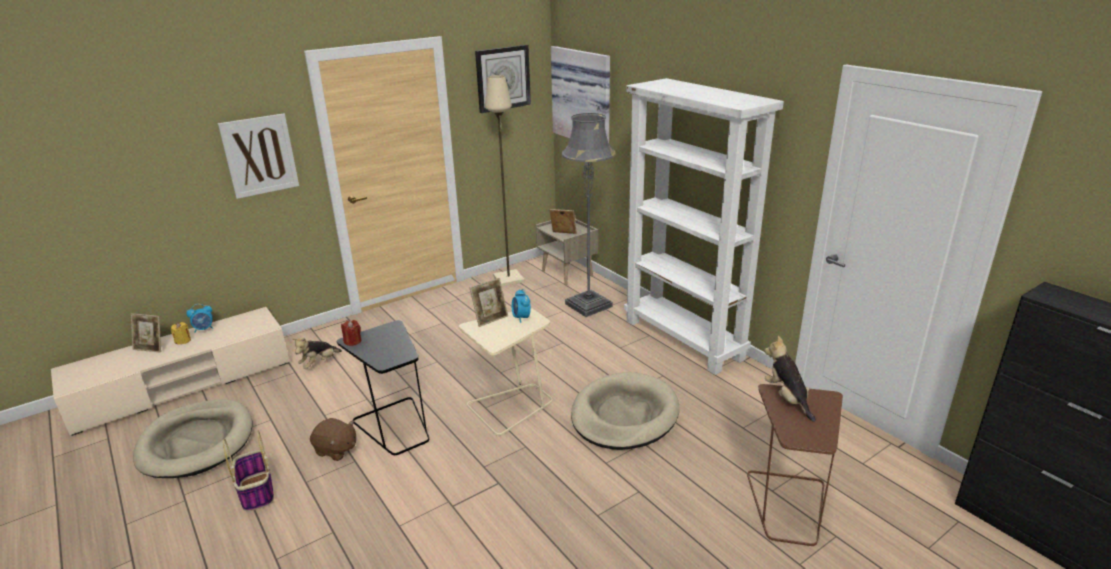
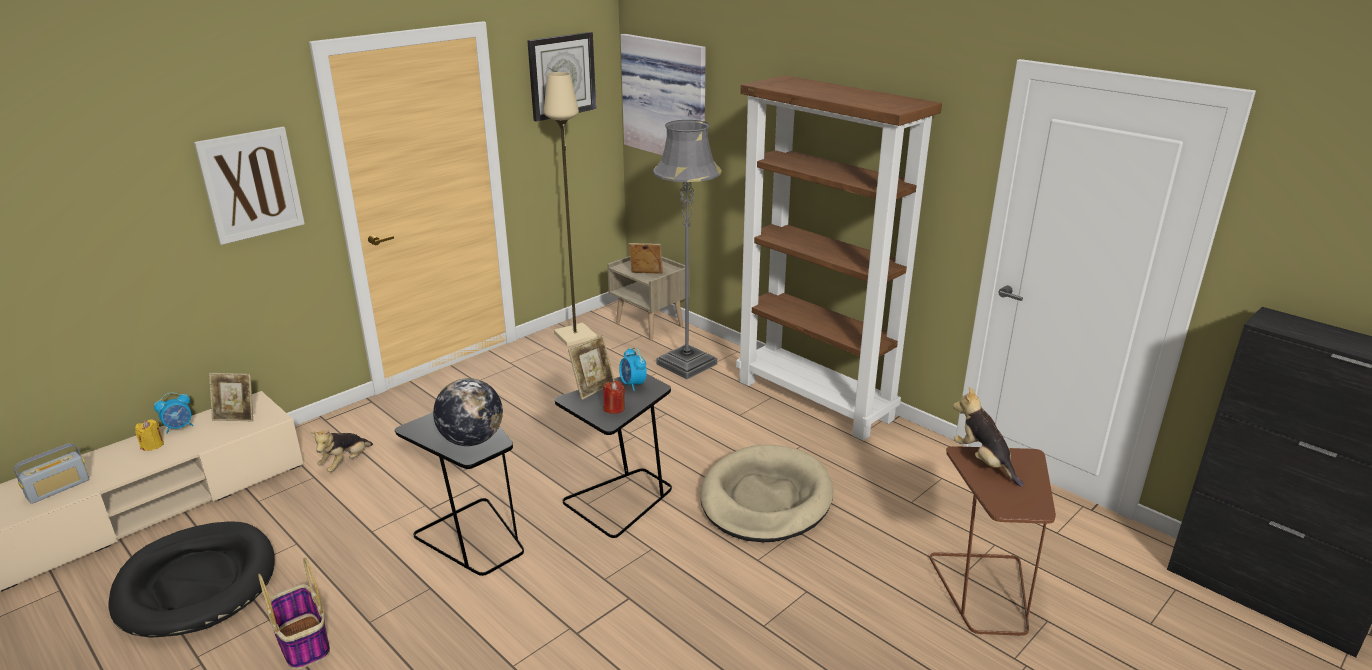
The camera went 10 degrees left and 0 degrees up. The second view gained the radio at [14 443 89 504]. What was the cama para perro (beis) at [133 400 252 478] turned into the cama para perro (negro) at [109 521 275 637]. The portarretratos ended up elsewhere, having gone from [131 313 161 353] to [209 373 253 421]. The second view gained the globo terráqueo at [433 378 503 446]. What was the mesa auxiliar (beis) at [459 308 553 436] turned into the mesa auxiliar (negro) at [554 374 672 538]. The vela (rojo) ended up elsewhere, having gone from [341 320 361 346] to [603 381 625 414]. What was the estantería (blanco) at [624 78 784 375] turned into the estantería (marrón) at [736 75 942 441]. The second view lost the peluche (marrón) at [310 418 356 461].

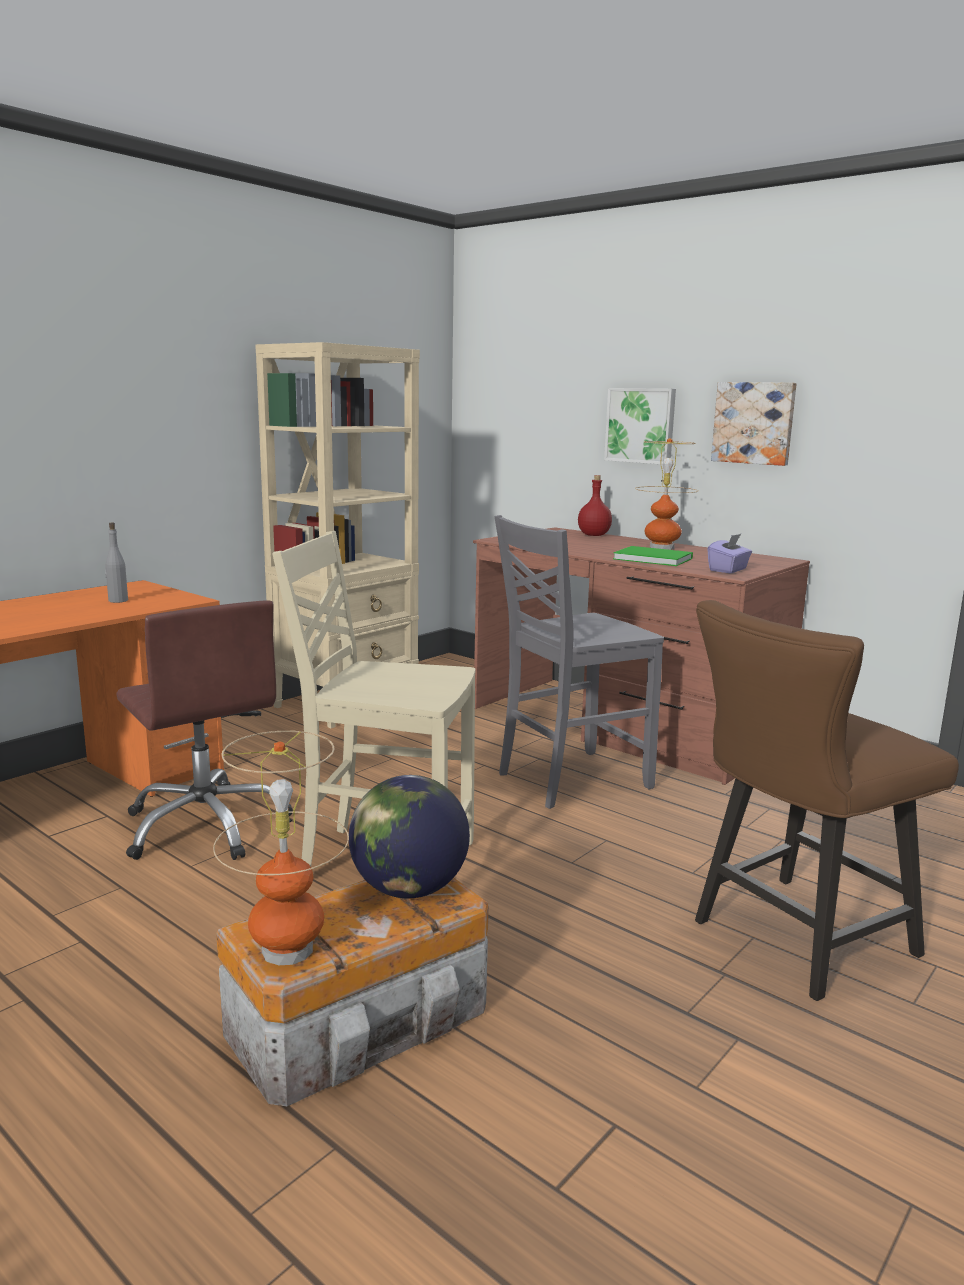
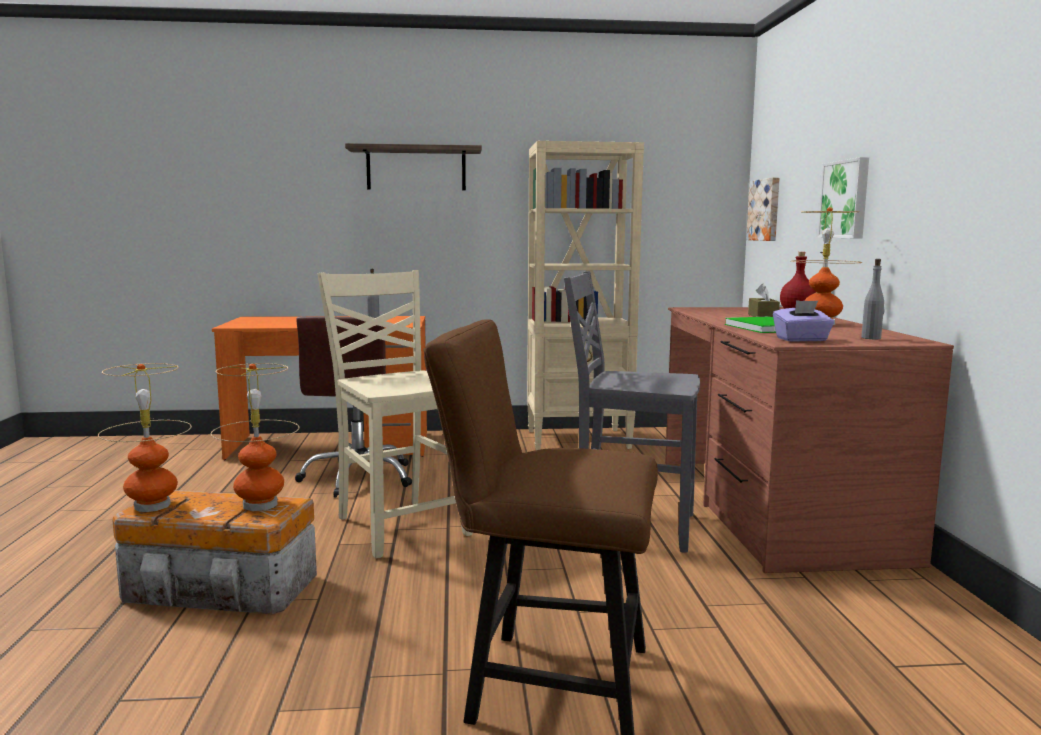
The camera went 45 degrees right and 5 degrees down. Where the globo terráqueo stood at [349 775 470 898], the lámpara de mesa came to stand at [211 363 299 511]. The second view gained the estante at [345 143 482 190]. The cuadro ended up elsewhere, having gone from [711 382 797 466] to [746 177 780 241]. The second view gained the caja de pañuelos (marrón) at [748 283 780 317]. The second view gained the botella (gris) at [861 259 884 339].

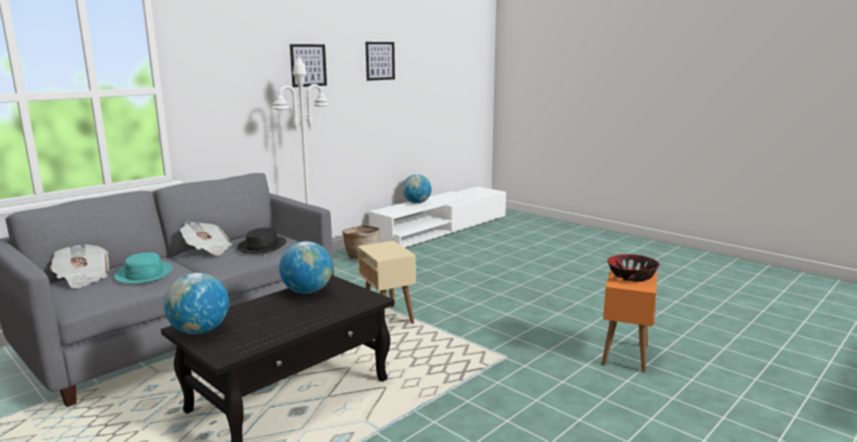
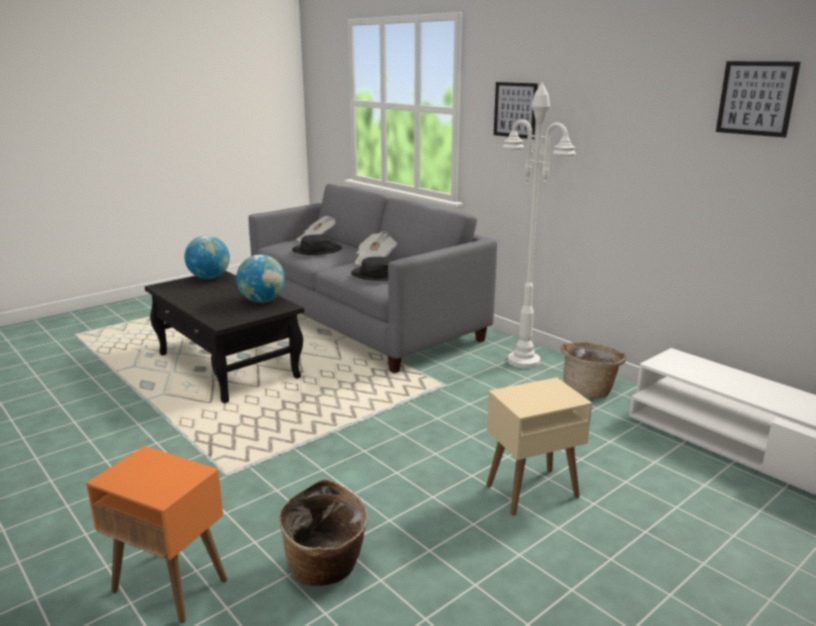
The camera went 95 degrees right and 5 degrees up. The second view gained the cesta at [279 479 368 586]. What was the sombrero (turquesa) at [115 252 172 284] turned into the sombrero (negro) at [292 234 342 255]. The mesa auxiliar (beis) ended up elsewhere, having gone from [358 241 416 324] to [486 378 592 515]. The cuadro ended up elsewhere, having gone from [290 44 327 87] to [494 82 538 139]. The second view lost the globo terráqueo at [402 174 431 204]. The second view lost the cuenco at [607 254 659 282].

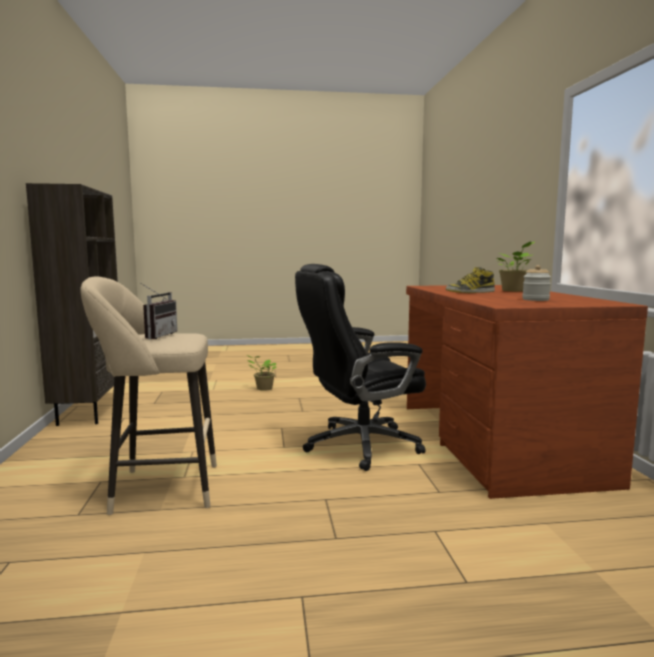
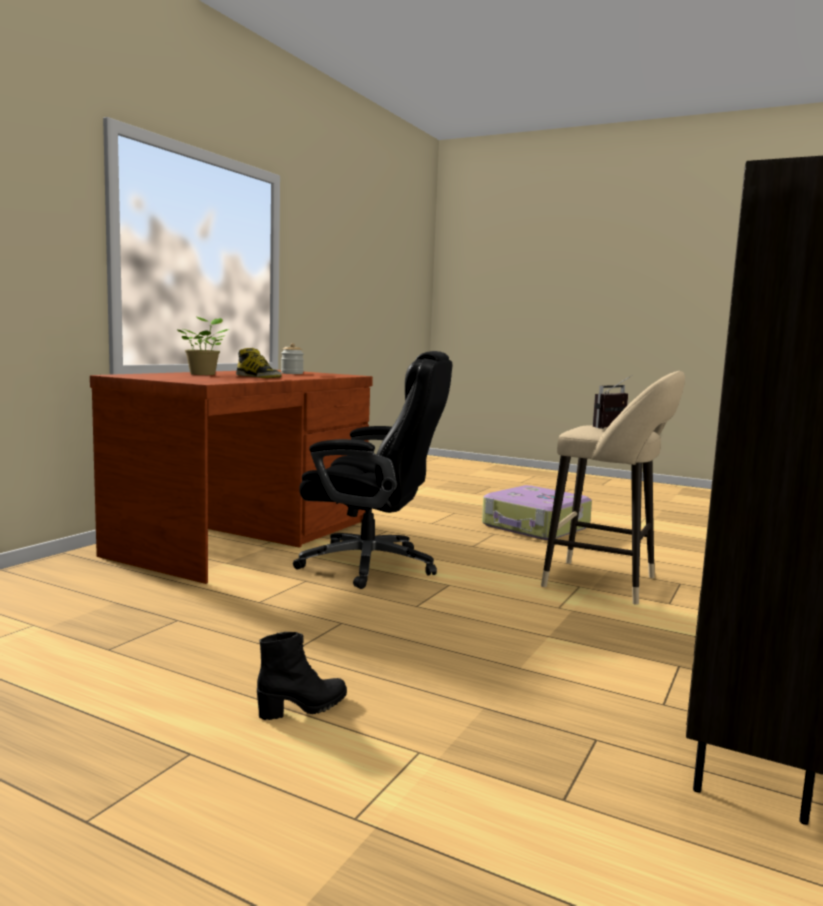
The camera went 145 degrees left and 0 degrees up. Where the planta en maceta stood at [246 355 277 391], the bota (negro) came to stand at [257 632 347 720]. The second view gained the maleta at [482 485 592 540].

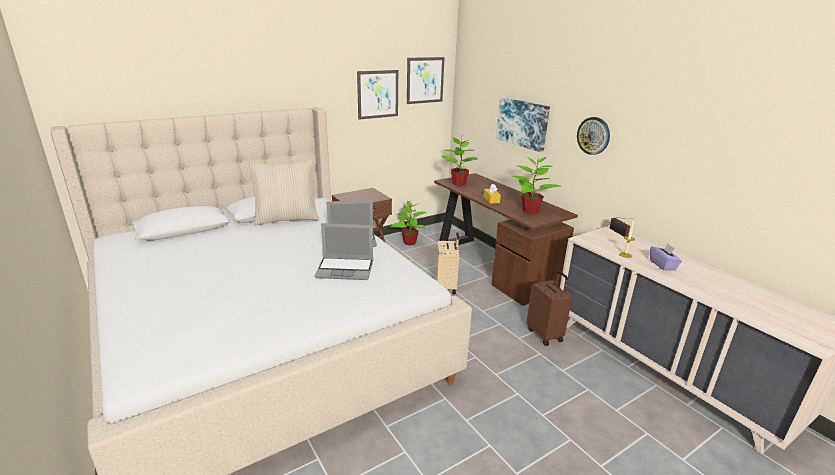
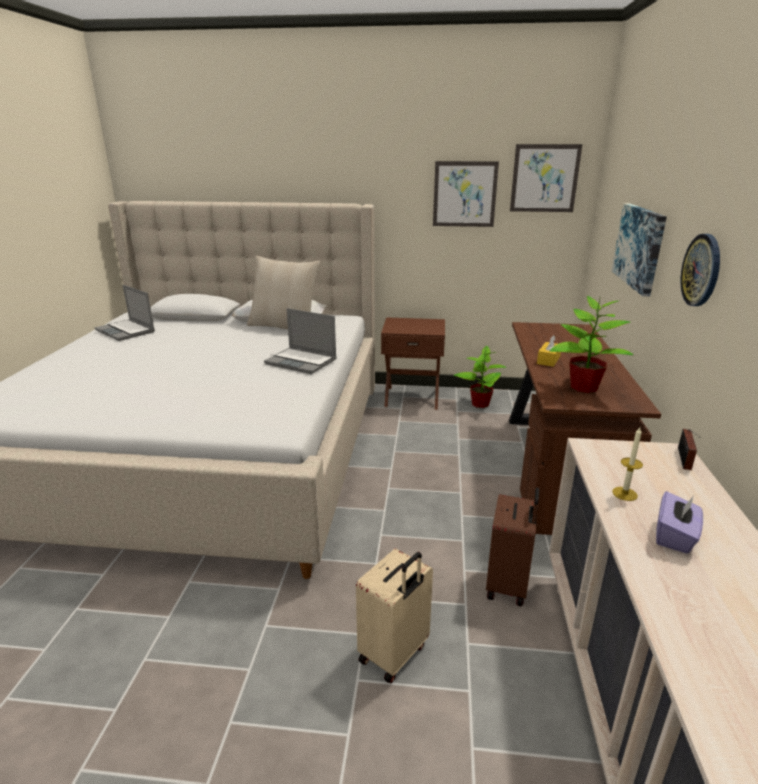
The camera went 40 degrees right and 0 degrees up. The portátil ended up elsewhere, having gone from [315 223 373 280] to [94 285 155 341]. The maleta (beis) ended up elsewhere, having gone from [436 232 459 294] to [356 548 433 683]. The second view lost the planta en maceta at [442 138 479 186].

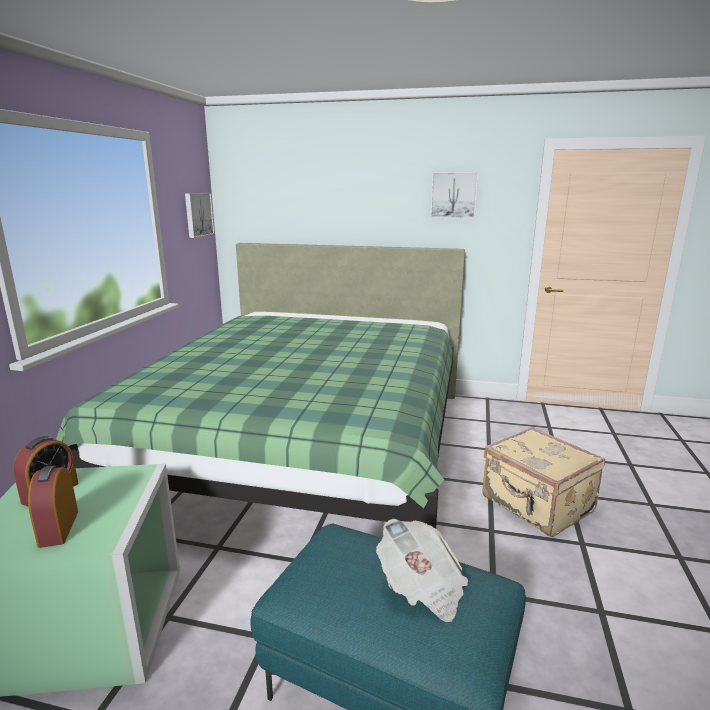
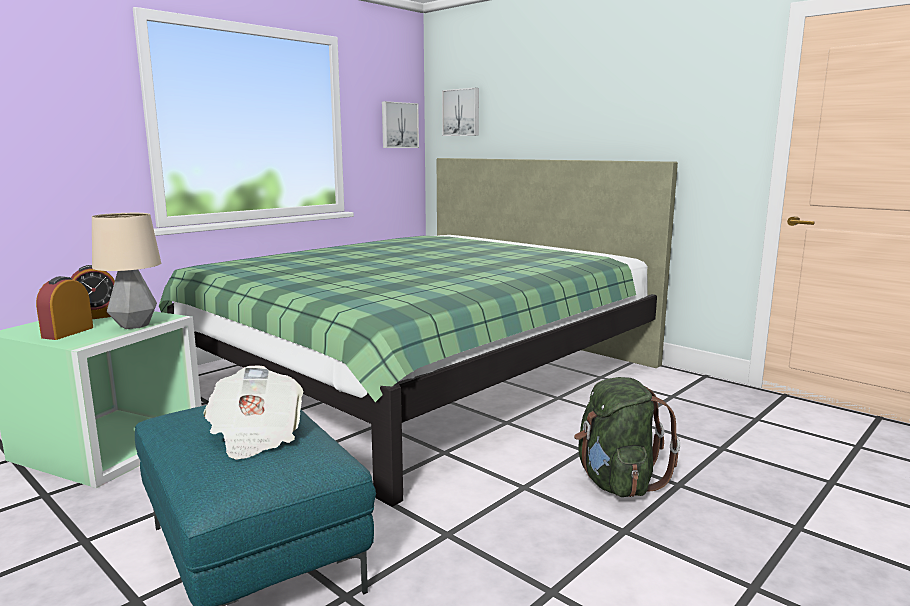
The camera went 30 degrees right and 5 degrees down. The second view gained the lámpara de mesa at [92 213 161 329]. The cuadro ended up elsewhere, having gone from [430 172 478 219] to [442 88 479 136]. Where the maleta (beis) stood at [482 427 605 537], the mochila (verde) came to stand at [574 377 680 497].

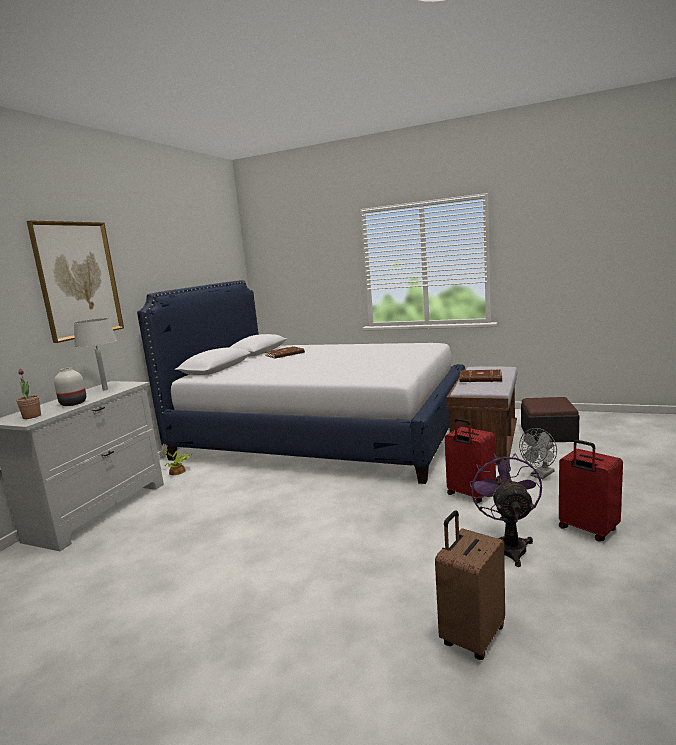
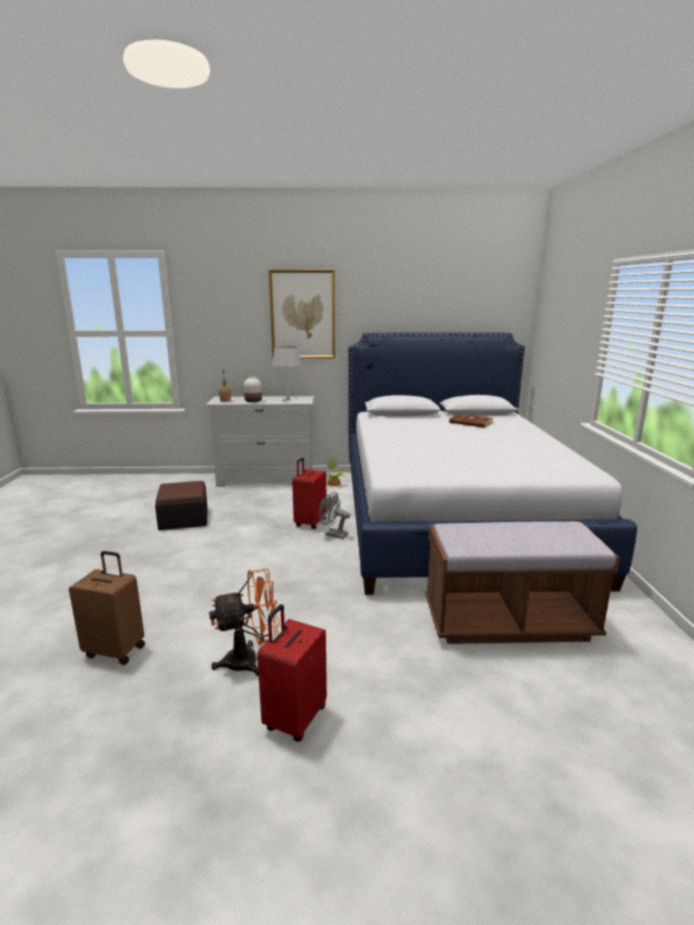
The camera went 65 degrees right and 5 degrees up. The puf ended up elsewhere, having gone from [521 397 579 443] to [155 481 208 530]. What was the ventilador (morado) at [469 453 542 567] turned into the ventilador (naranja) at [209 569 280 676]. The maleta (rojo) ended up elsewhere, having gone from [445 418 496 503] to [292 458 327 529]. The ventilador (gris) ended up elsewhere, having gone from [519 428 557 479] to [318 492 350 539]. The second view lost the libro (marrón) at [459 369 502 382].

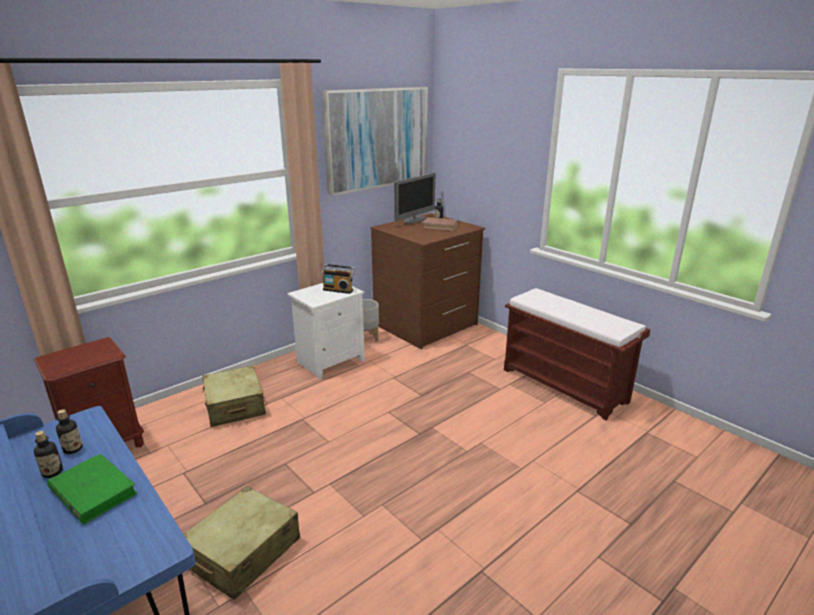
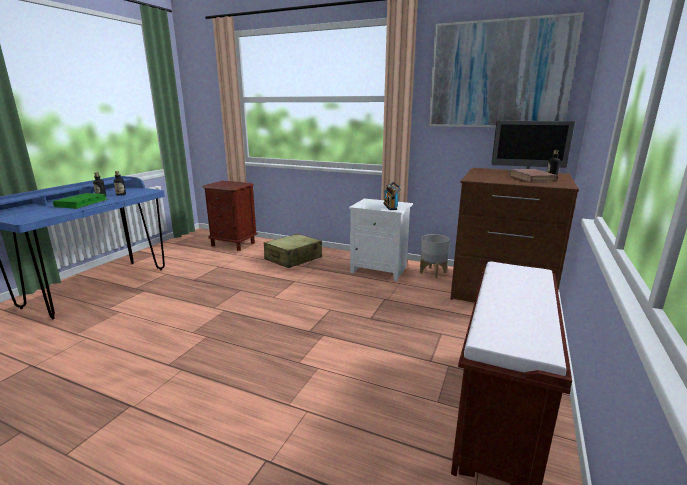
The camera went 65 degrees right and 5 degrees down. The second view lost the maleta (beis) at [183 486 300 600].

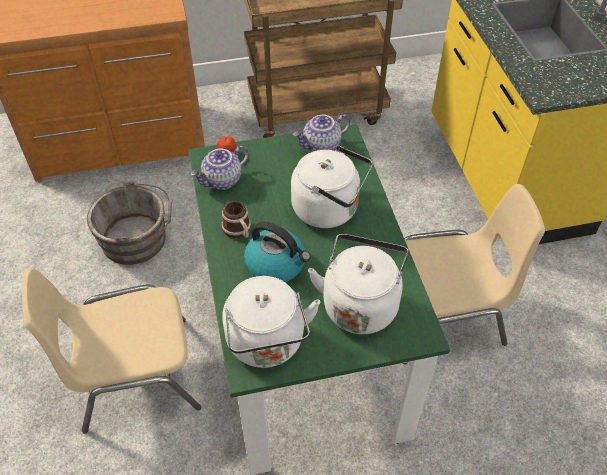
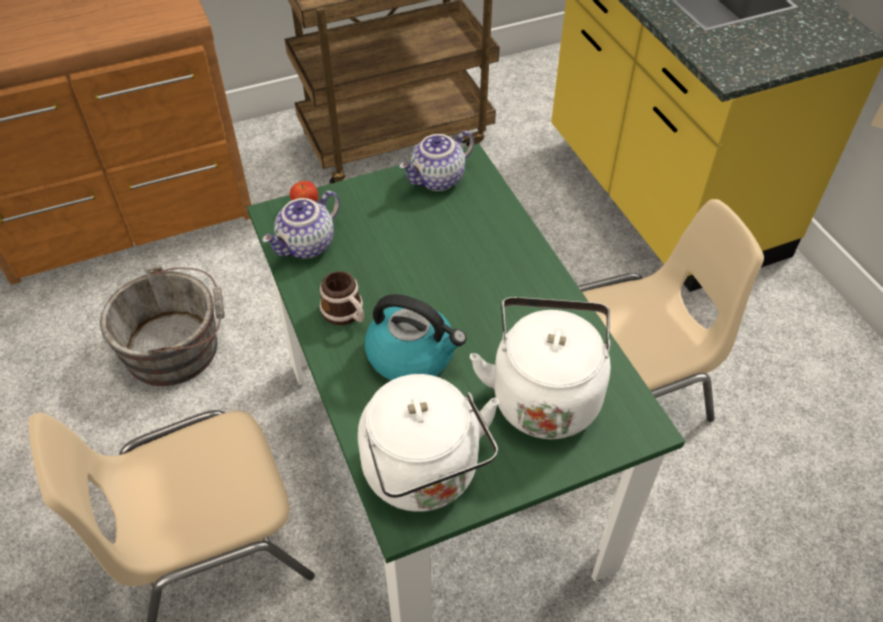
The camera went 10 degrees left and 0 degrees up. The second view lost the hervidor (blanco) at [291 146 373 228].

